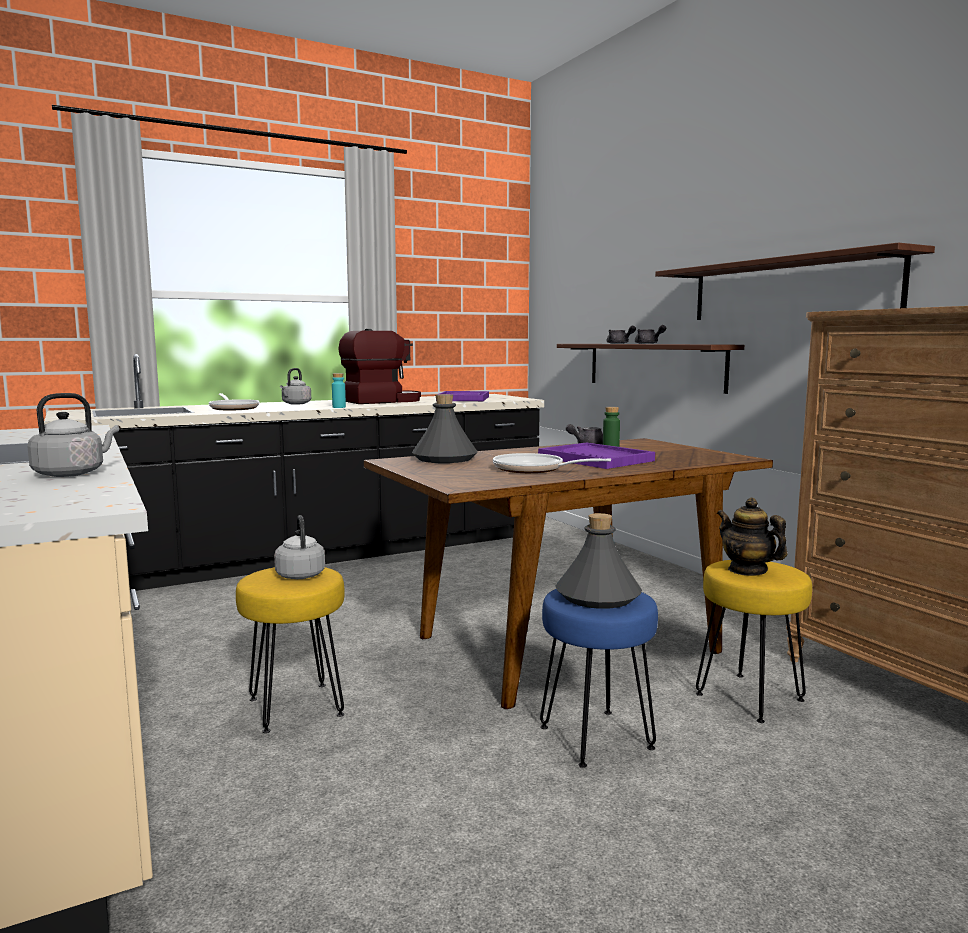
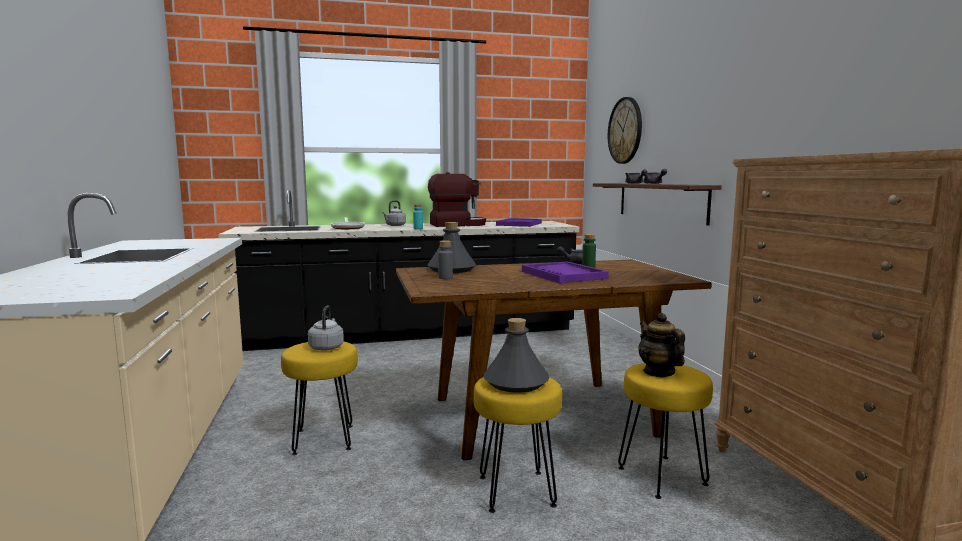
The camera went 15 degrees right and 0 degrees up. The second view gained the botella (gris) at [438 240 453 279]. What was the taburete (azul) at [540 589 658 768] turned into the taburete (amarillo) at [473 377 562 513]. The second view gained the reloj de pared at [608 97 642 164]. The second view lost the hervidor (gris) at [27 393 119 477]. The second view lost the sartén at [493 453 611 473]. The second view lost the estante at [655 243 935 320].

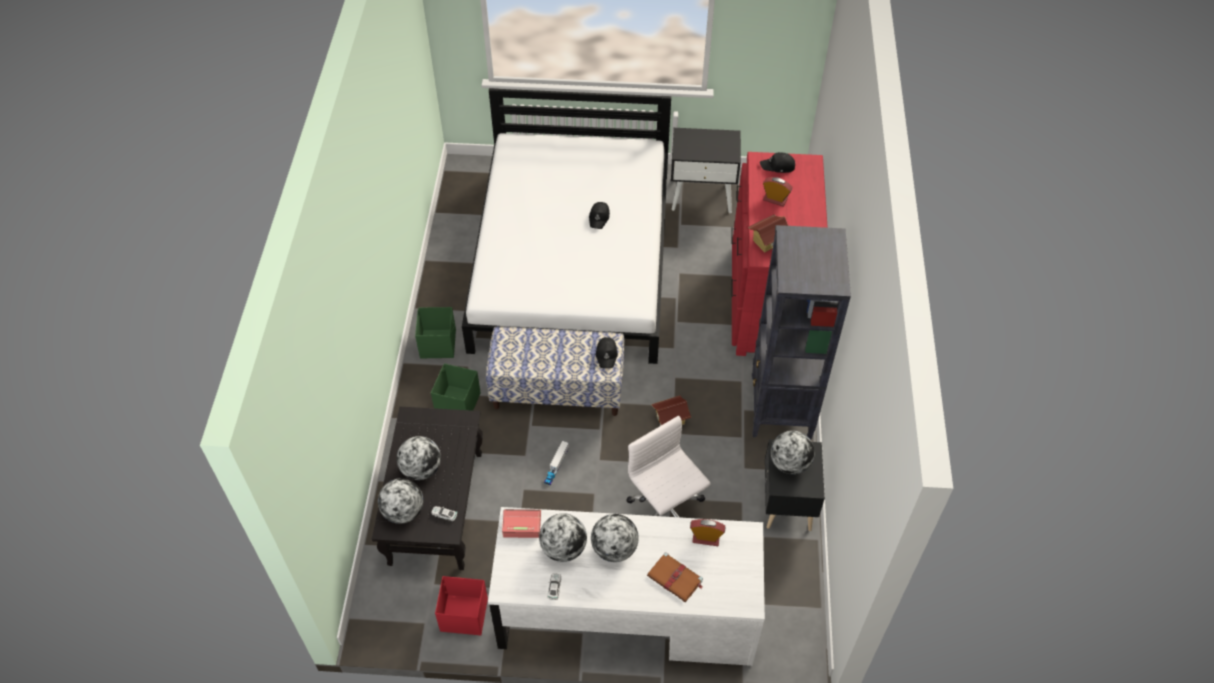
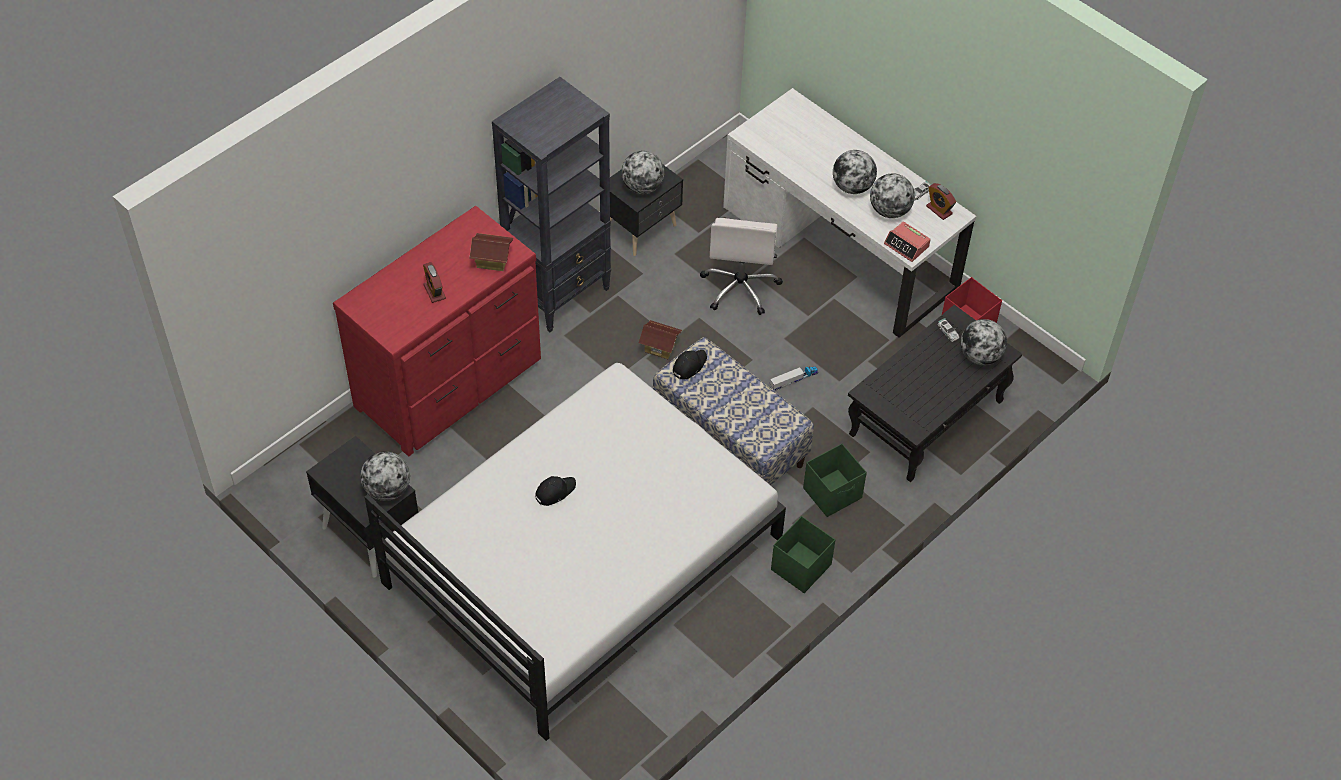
The camera went 140 degrees left and 0 degrees up. The globo terráqueo ended up elsewhere, having gone from [397 436 441 480] to [360 451 410 501]. The despertador ended up elsewhere, having gone from [690 519 725 546] to [926 183 956 220]. The second view lost the libro (marrón) at [647 552 703 602]. The second view lost the gorra (negro) at [760 152 795 173].

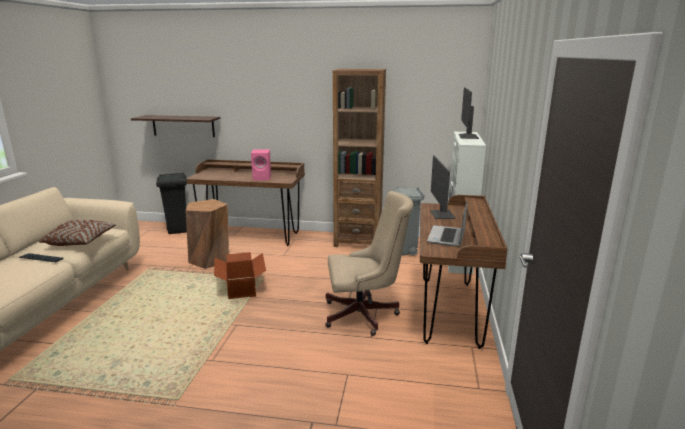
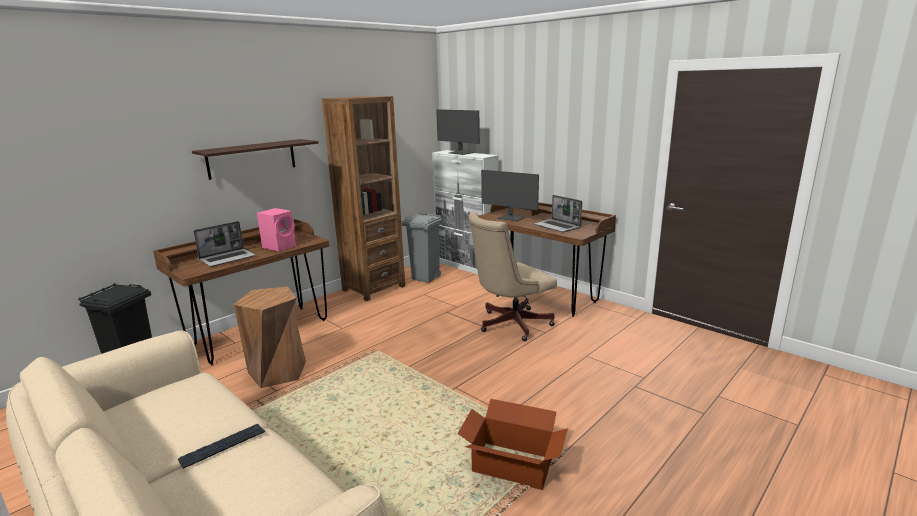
The camera went 55 degrees left and 0 degrees up. The estante ended up elsewhere, having gone from [131 115 220 137] to [192 139 318 180]. The second view gained the portátil at [193 221 256 267]. The caja de cartón ended up elsewhere, having gone from [214 252 266 299] to [457 399 568 490]. The silla de oficina (beis) at [325 191 414 336] ended up facing another way, 150 degrees counterclockwise from before. The second view lost the cojín (marrón) at [39 220 116 246].

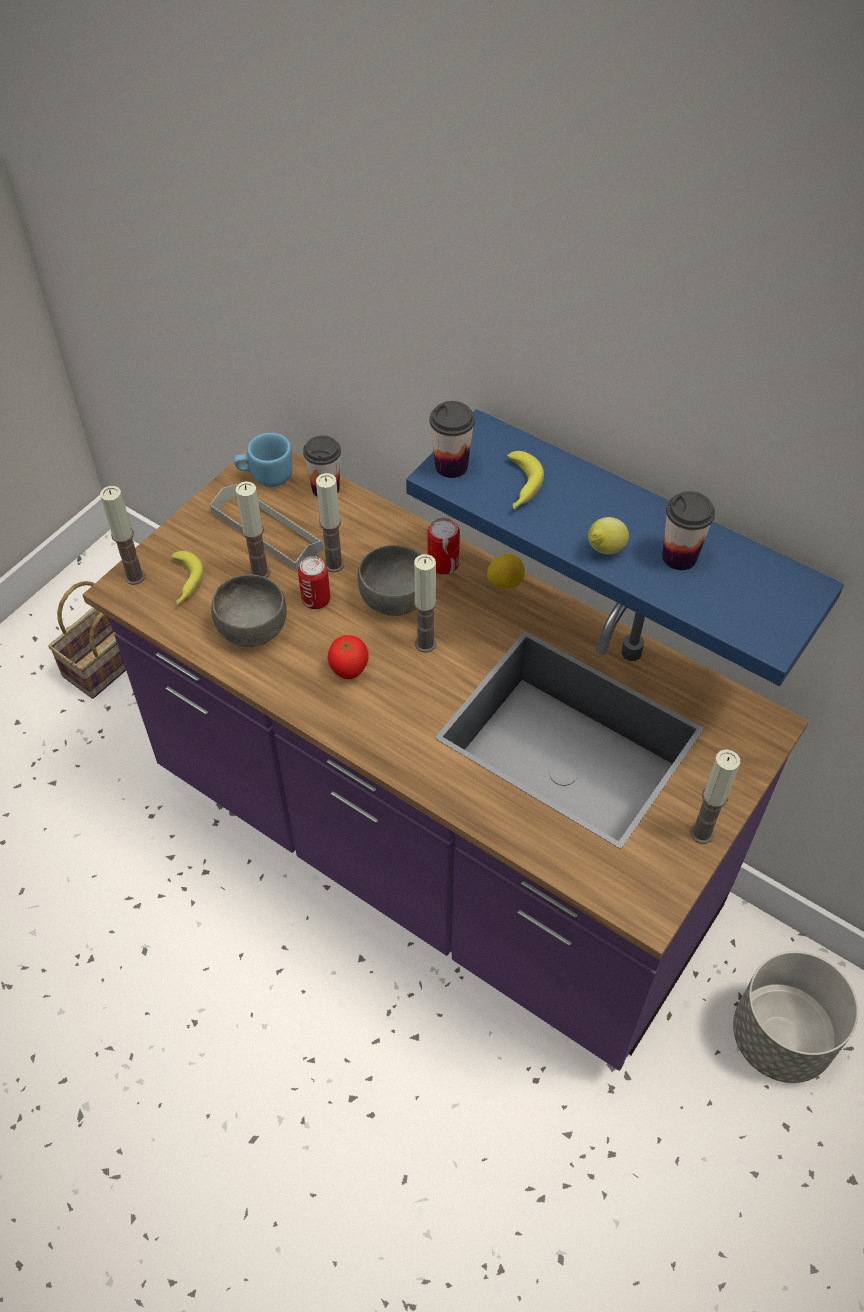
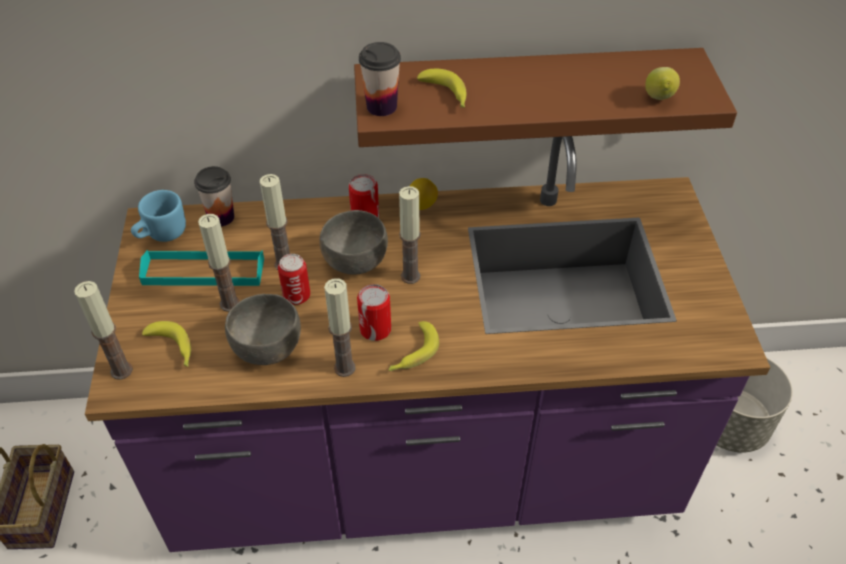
The camera went 40 degrees left and 5 degrees down. What was the bandeja (gris) at [210 484 323 571] turned into the bandeja (turquesa) at [139 250 264 286]. The vela ended up elsewhere, having gone from [690 749 740 844] to [324 278 355 377]. What was the estante (azul) at [406 409 844 686] turned into the estante (marrón) at [354 48 737 147]. Where the tomate stood at [327 635 369 679], the lata came to stand at [357 284 391 341]. The second view gained the plátano at [388 321 439 371]. The limón ended up elsewhere, having gone from [588 517 629 554] to [645 67 680 100]. The second view lost the taza at [662 491 715 570].

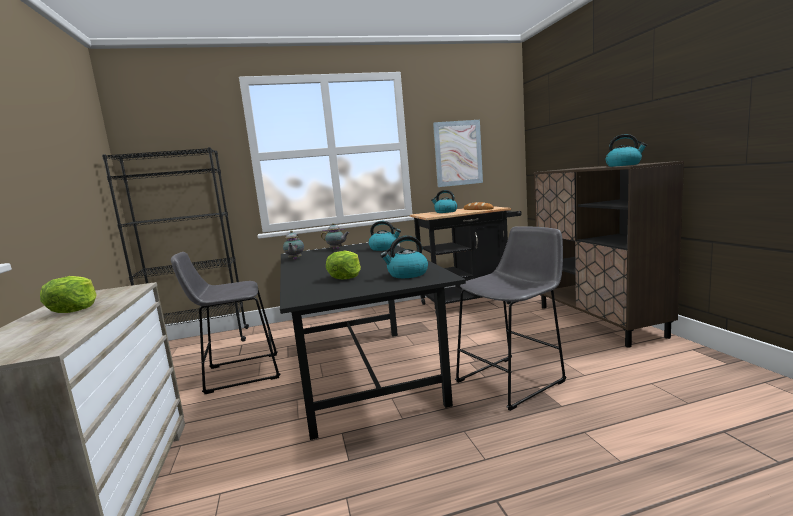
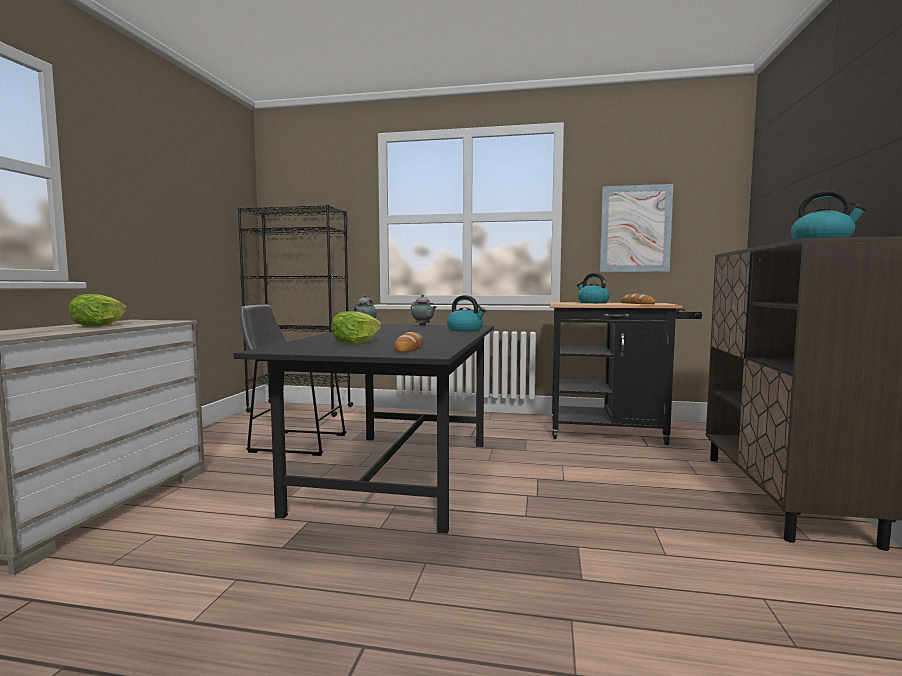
The camera went 25 degrees right and 5 degrees down. Where the hervidor stood at [380 235 428 278], the pan came to stand at [394 332 423 353]. The second view lost the taburete (gris) at [455 226 566 411].

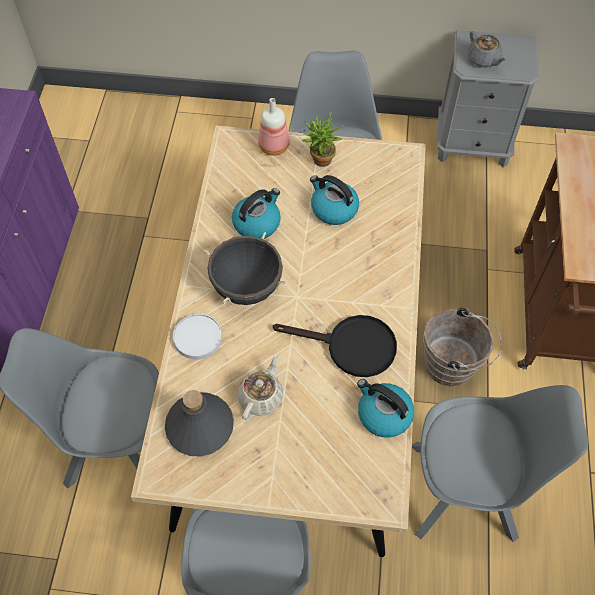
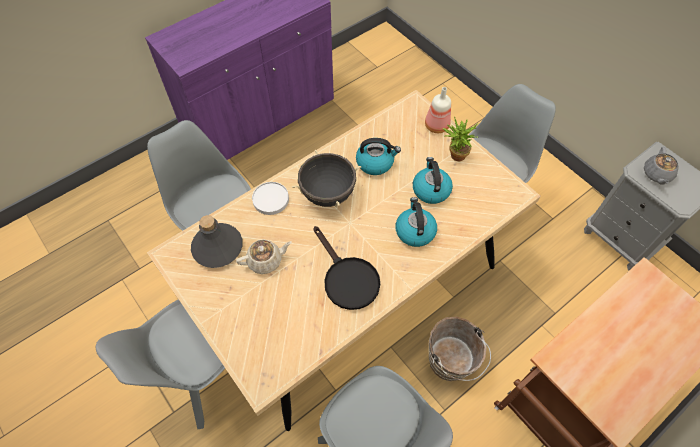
The camera went 45 degrees right and 0 degrees up. The hervidor ended up elsewhere, having gone from [357 379 414 438] to [396 197 437 247].

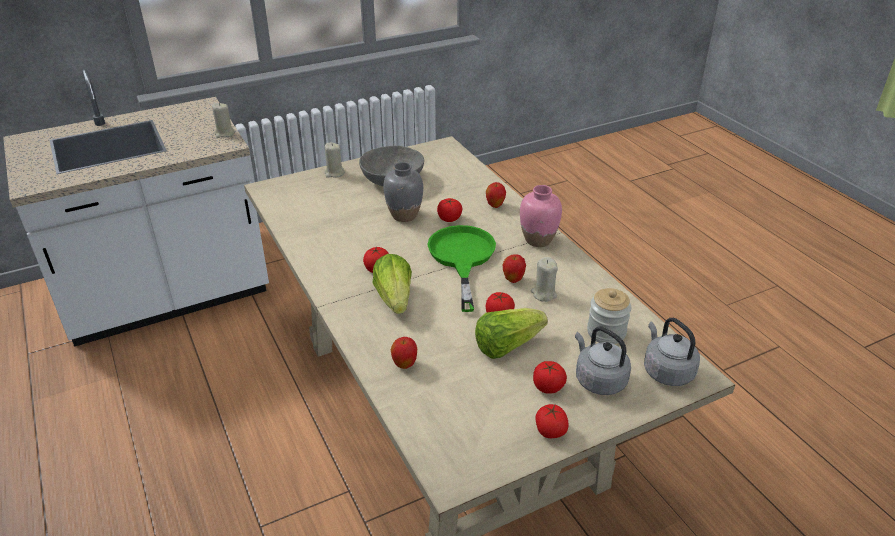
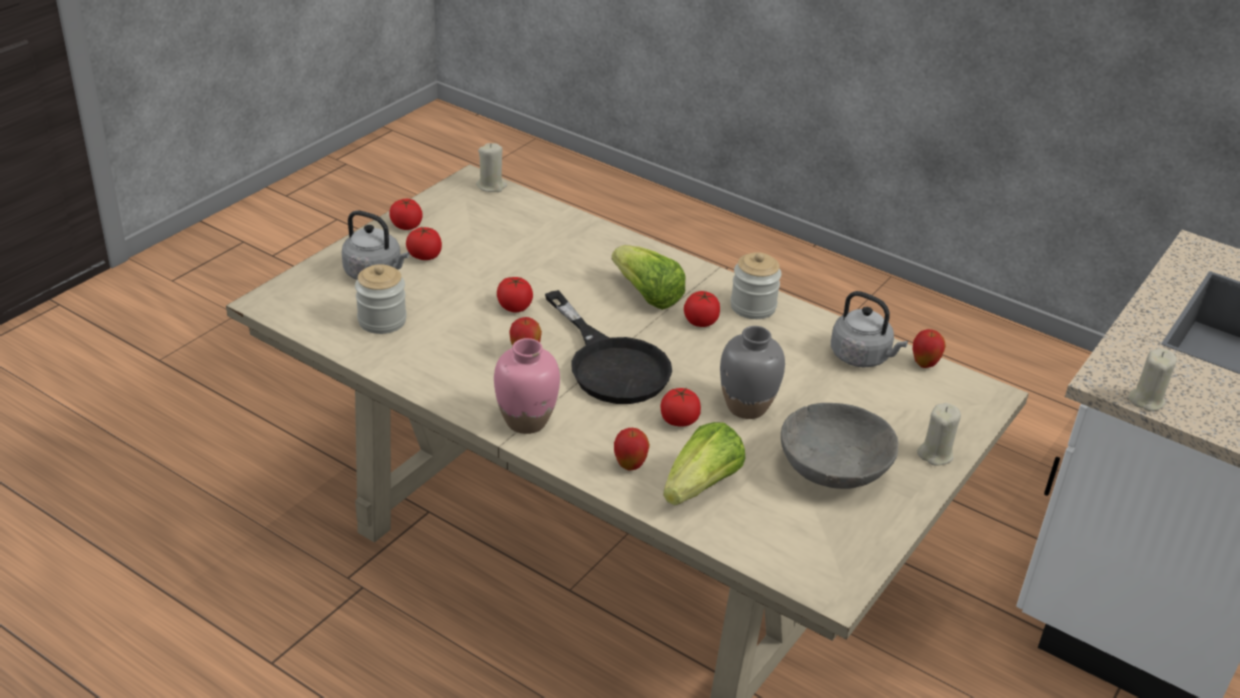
The camera went 150 degrees right and 0 degrees up. The vela (beis) ended up elsewhere, having gone from [531 257 558 302] to [476 143 507 192]. What was the sartén (verde) at [427 225 496 312] turned into the sartén (negro) at [545 290 672 404]. The lechuga ended up elsewhere, having gone from [475 308 548 359] to [663 422 746 506]. The second view gained the tarro at [730 252 782 319]. The hervidor (gris) ended up elsewhere, having gone from [644 318 700 386] to [831 291 908 367]. The manzana ended up elsewhere, having gone from [391 337 417 369] to [912 329 946 368].

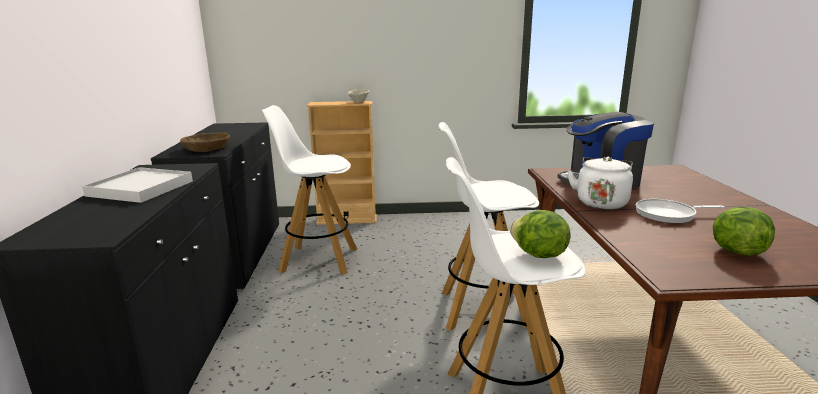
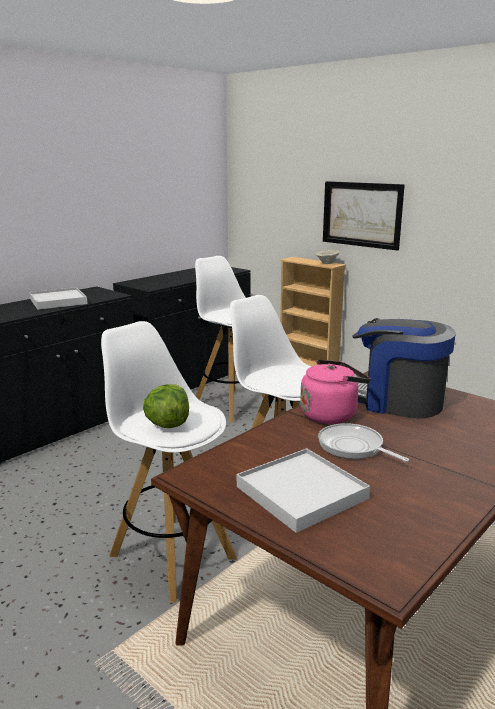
The camera went 45 degrees right and 0 degrees up. Where the lechuga stood at [713 207 775 256], the bandeja (blanco) came to stand at [237 448 370 533]. What was the hervidor (blanco) at [568 157 633 209] turned into the hervidor (rosa) at [300 359 371 424]. The second view gained the cuadro at [323 181 405 250]. The second view lost the cuenco (marrón) at [180 133 230 152].

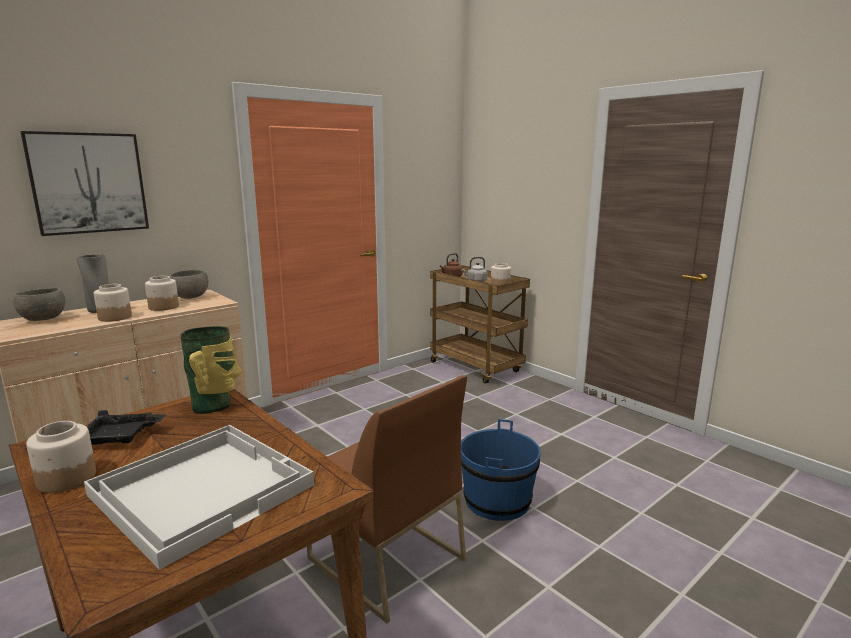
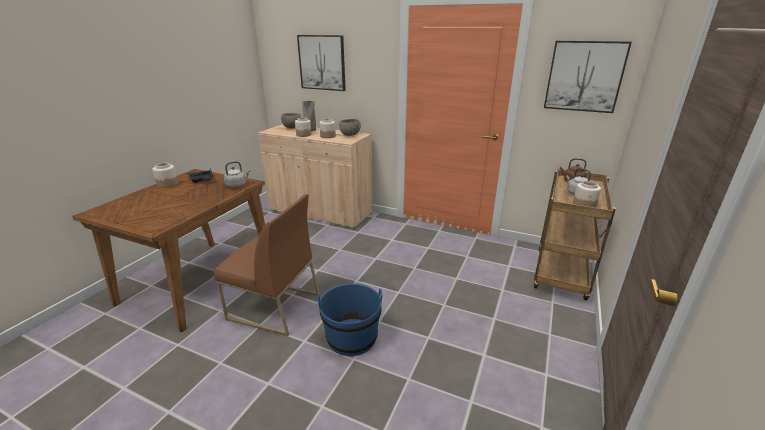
The camera went 65 degrees right and 10 degrees up. The silla (marrón) at [307 375 467 623] ended up facing another way, 90 degrees counterclockwise from before. Where the florero stood at [181 326 242 414], the hervidor (gris) came to stand at [224 161 250 188]. The second view gained the cuadro at [544 41 632 113]. The second view lost the bandeja (blanco) at [84 425 314 570].

